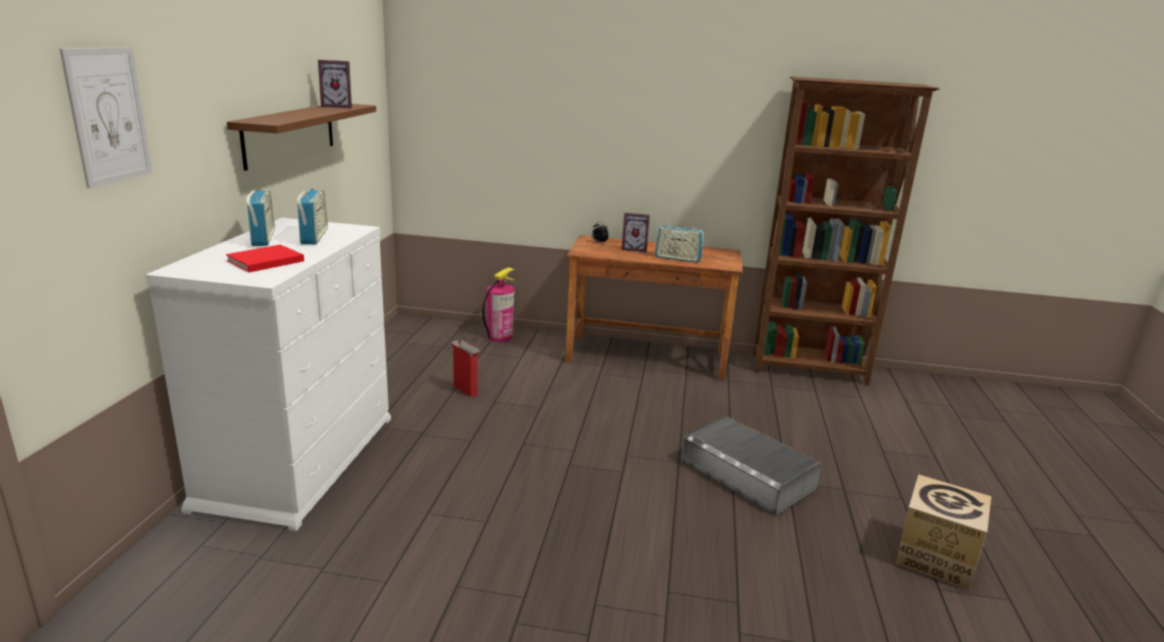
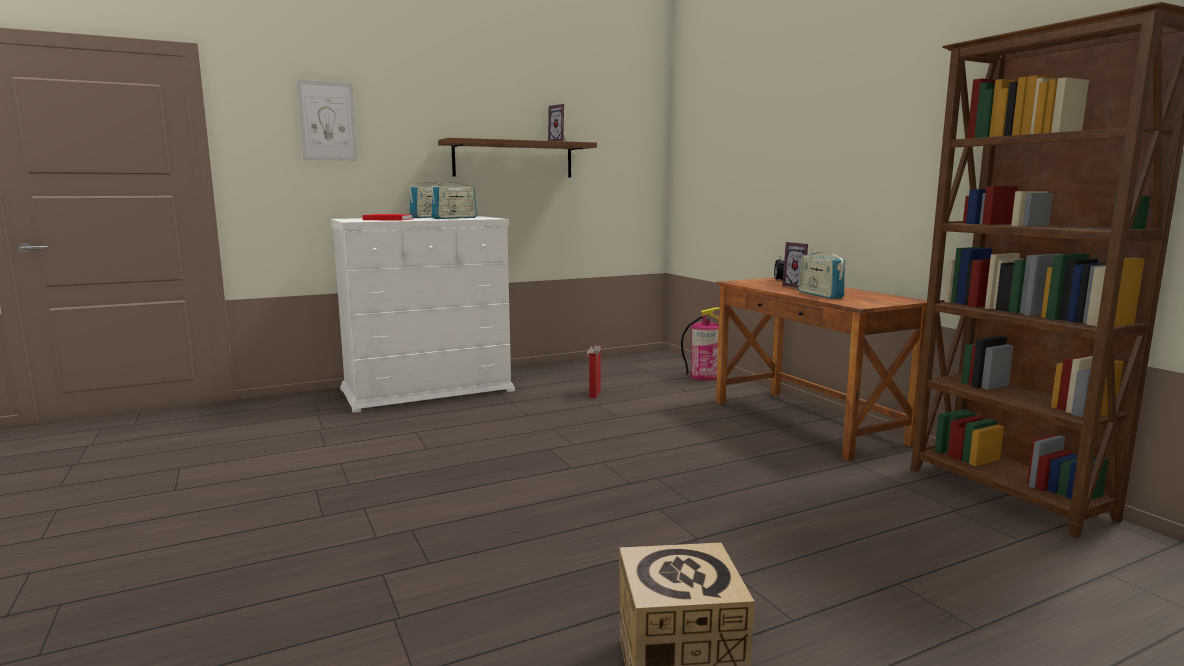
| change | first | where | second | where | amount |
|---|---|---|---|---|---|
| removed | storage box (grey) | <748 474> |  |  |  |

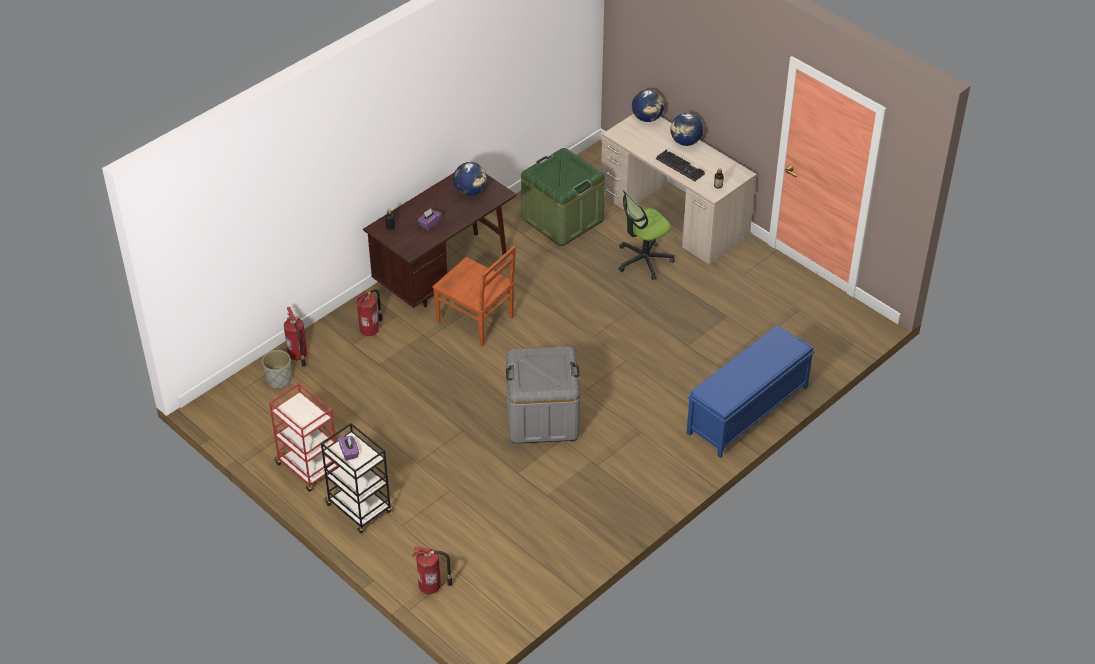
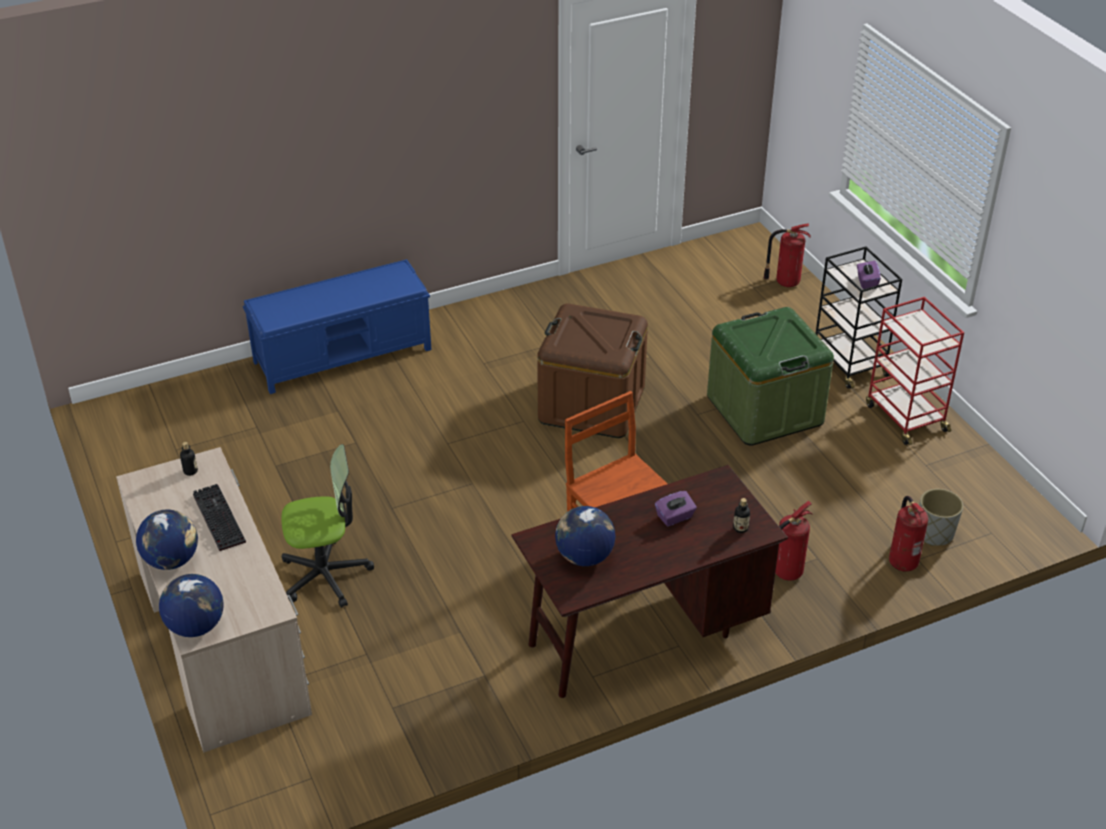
| change | first | where | second | where | amount |
|---|---|---|---|---|---|
| recoloured | storage box (grey) | <542 417> | storage box (brown) | <591 404> |  |
| moved | storage box (green) | <562 219> |  | <764 410> |  |

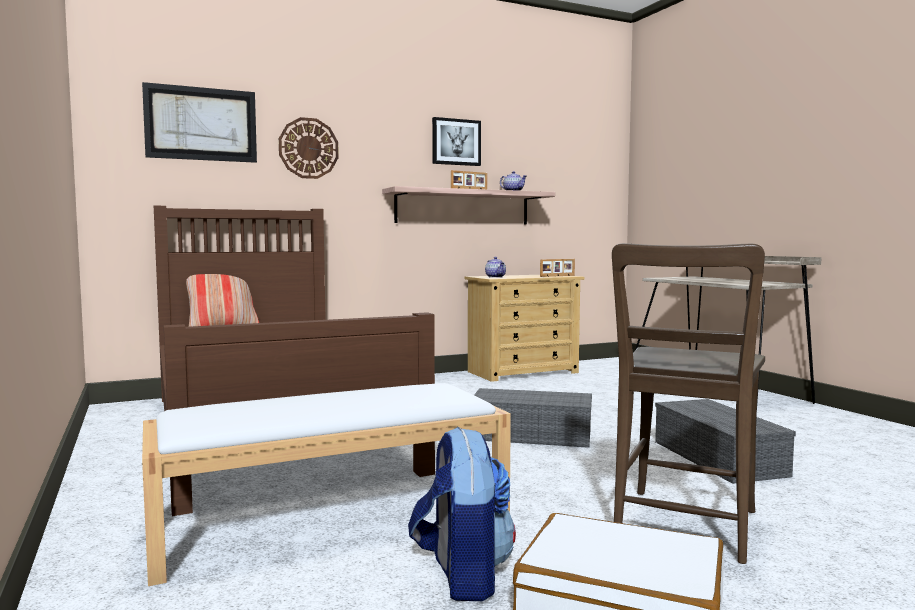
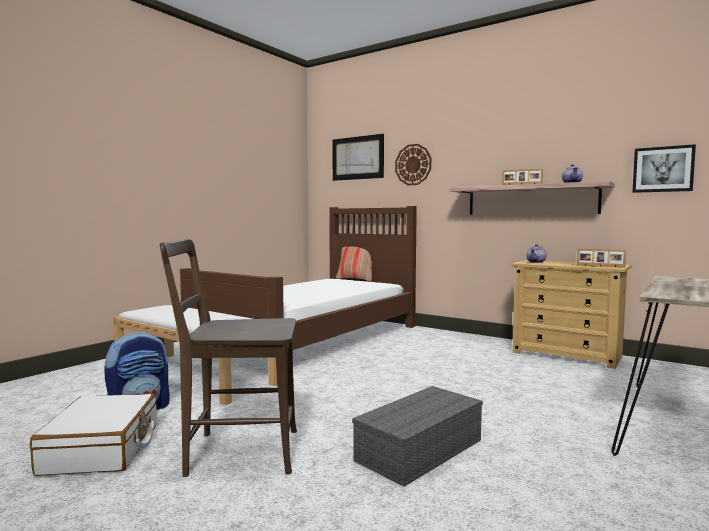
| change | first | where | second | where | amount |
|---|---|---|---|---|---|
| moved | picture | <456 142> |  | <663 169> |  |
| removed | storage box (grey) | <533 435> |  |  |  |

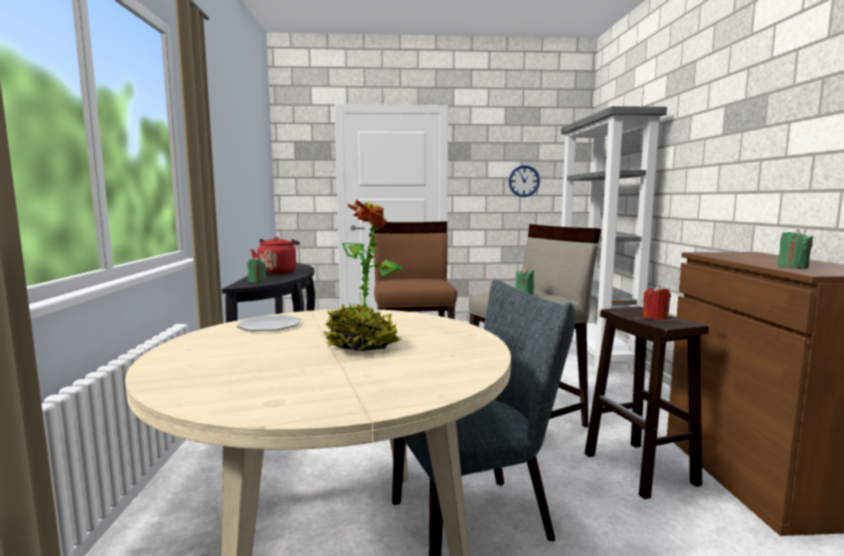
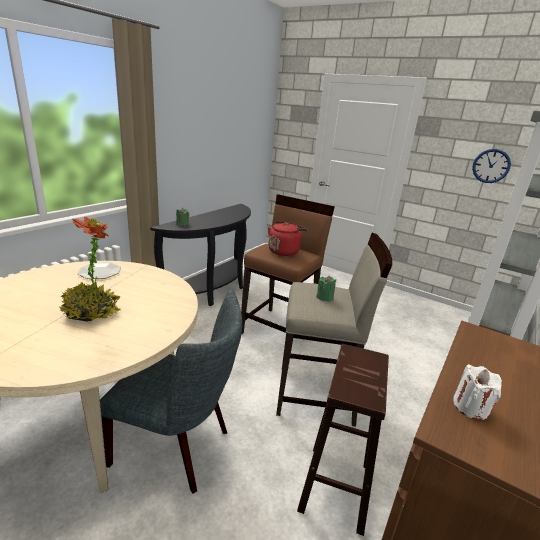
| change | first | where | second | where | amount |
|---|---|---|---|---|---|
| moved | kettle (red) | <278 272> |  | <284 251> |  |
| recoloured | candle (green) | <792 267> | candle (white) | <470 407> |  |
| removed | candle (red) | <655 317> |  |  |  |

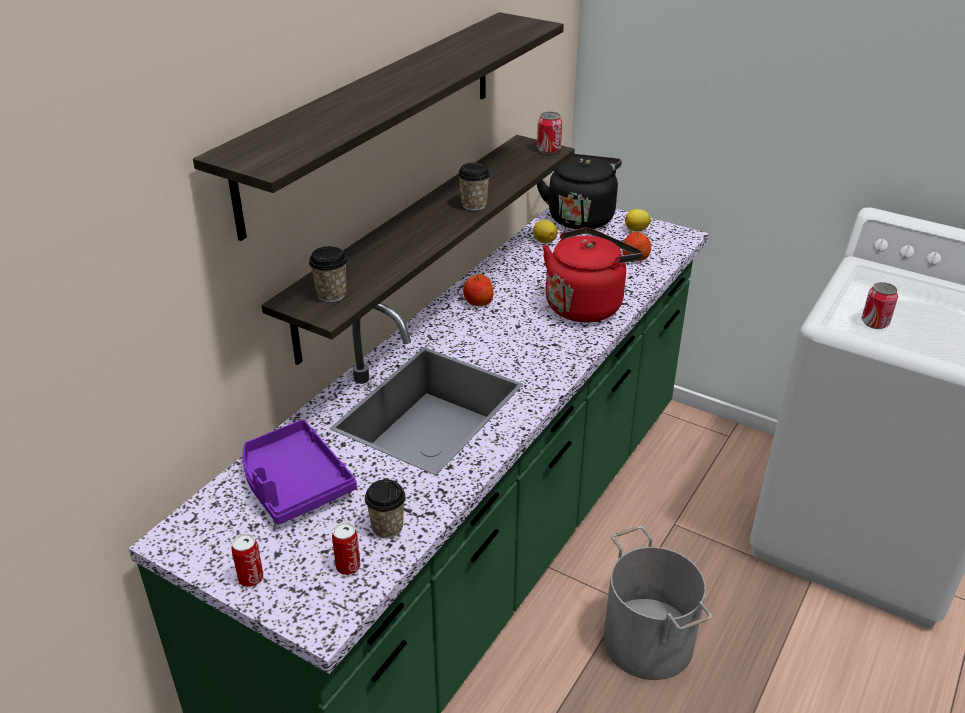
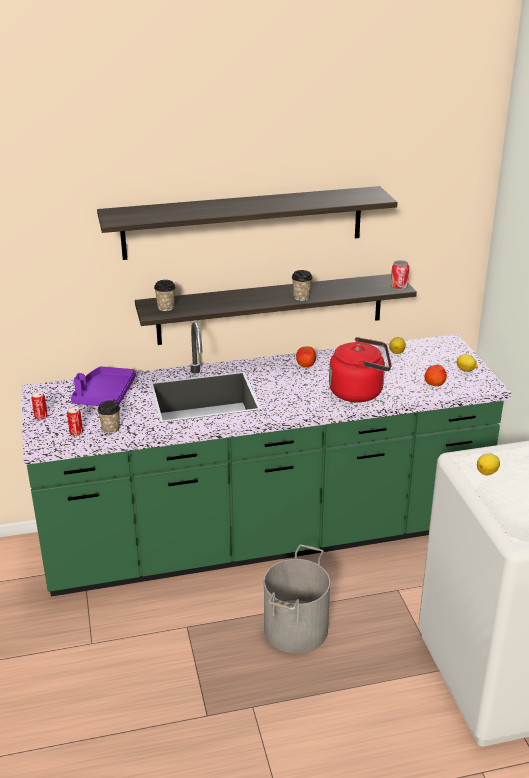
| change | first | where | second | where | amount |
|---|---|---|---|---|---|
| replaced | can | <875 322> | lemon | <487 472> |  |
| removed | kettle (black) | <580 217> |  |  |  |

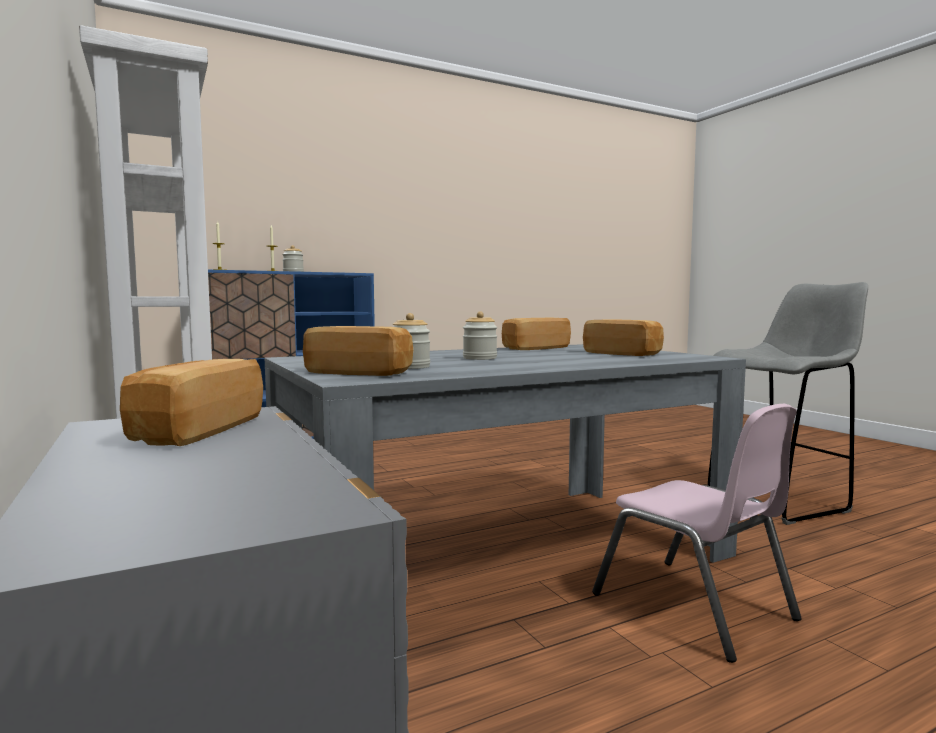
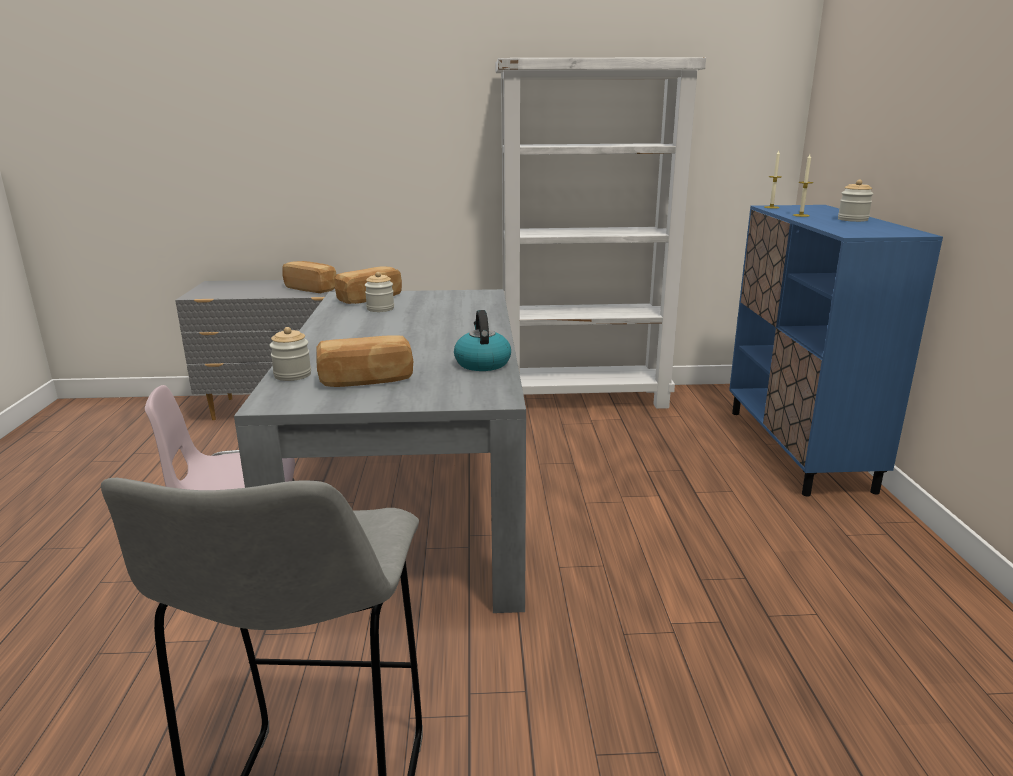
| change | first | where | second | where | amount |
|---|---|---|---|---|---|
| moved | jar | <480 358> |  | <292 375> |  |
| replaced | bread | <535 348> | kettle | <482 363> |  |

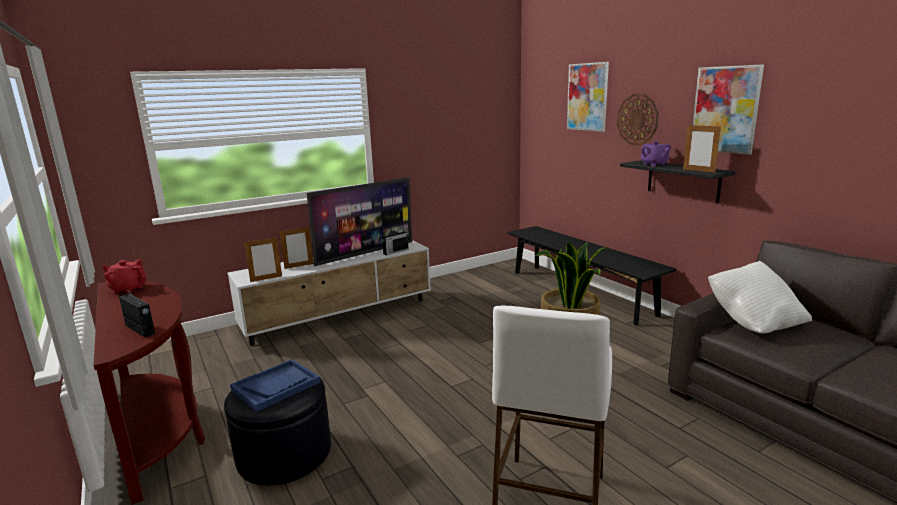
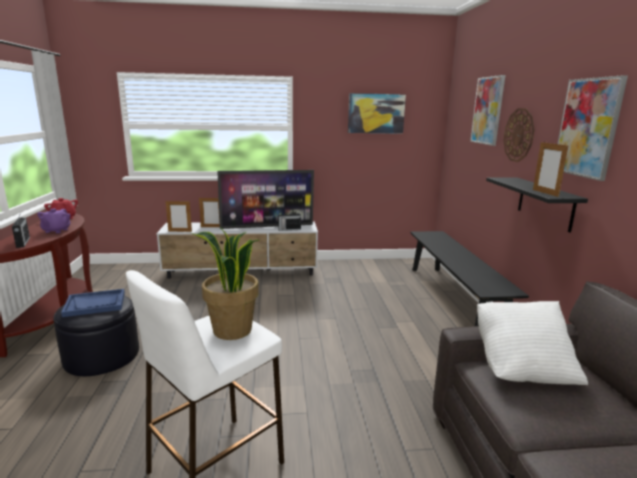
| change | first | where | second | where | amount |
|---|---|---|---|---|---|
| moved | teapot (purple) | <654 164> |  | <56 231> |  |
| added |  |  | picture | <376 113> |  |

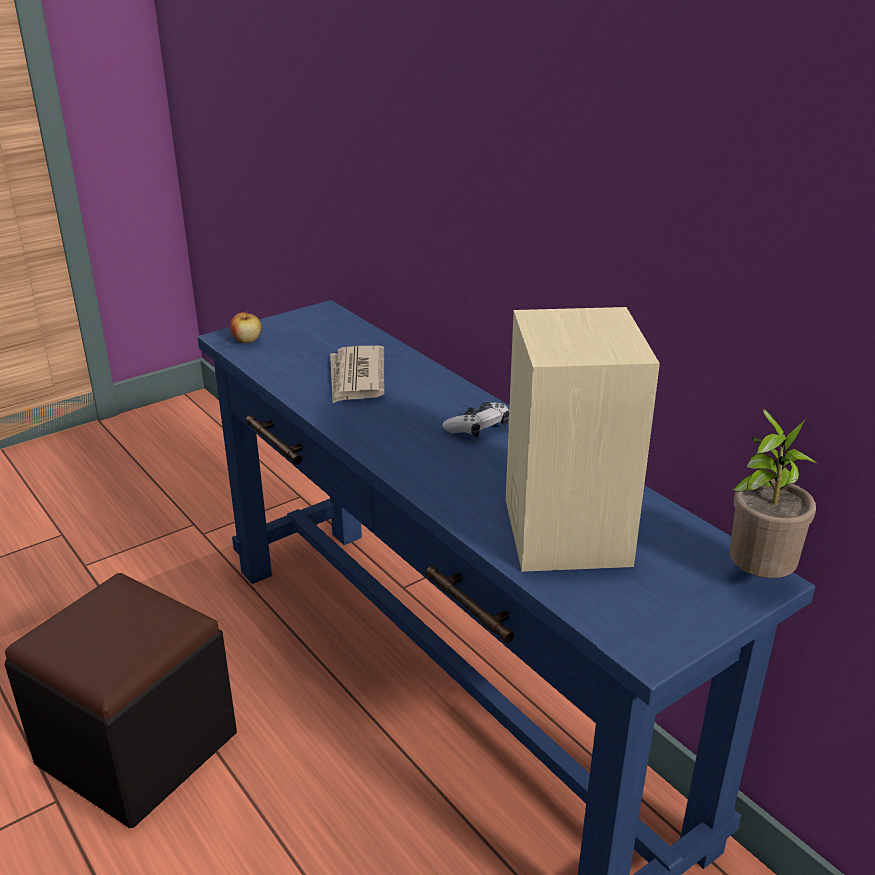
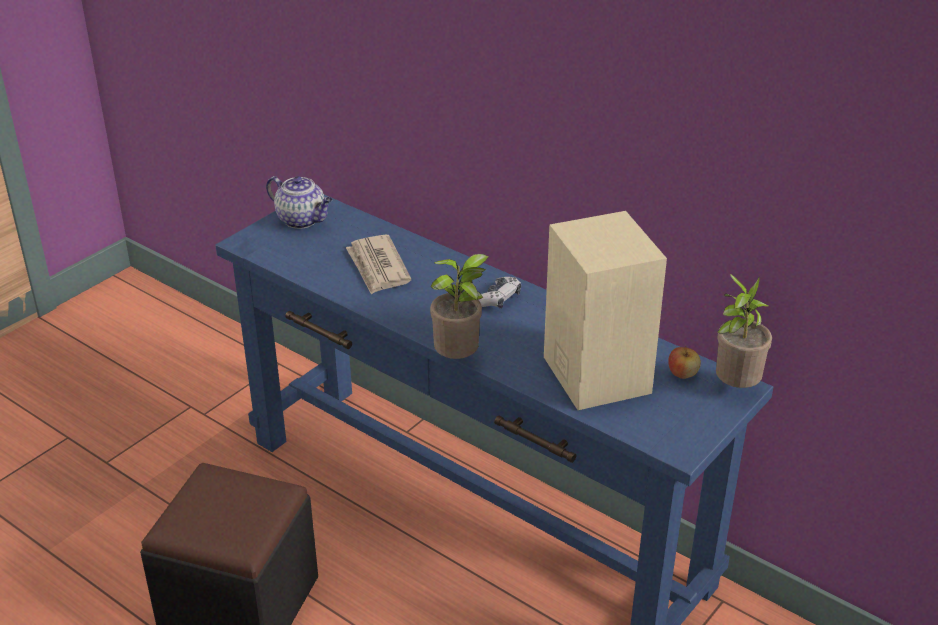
| change | first | where | second | where | amount |
|---|---|---|---|---|---|
| added |  |  | teapot | <302 220> |  |
| added |  |  | potted plant | <459 360> |  |
| moved | apple | <247 340> |  | <682 374> |  |

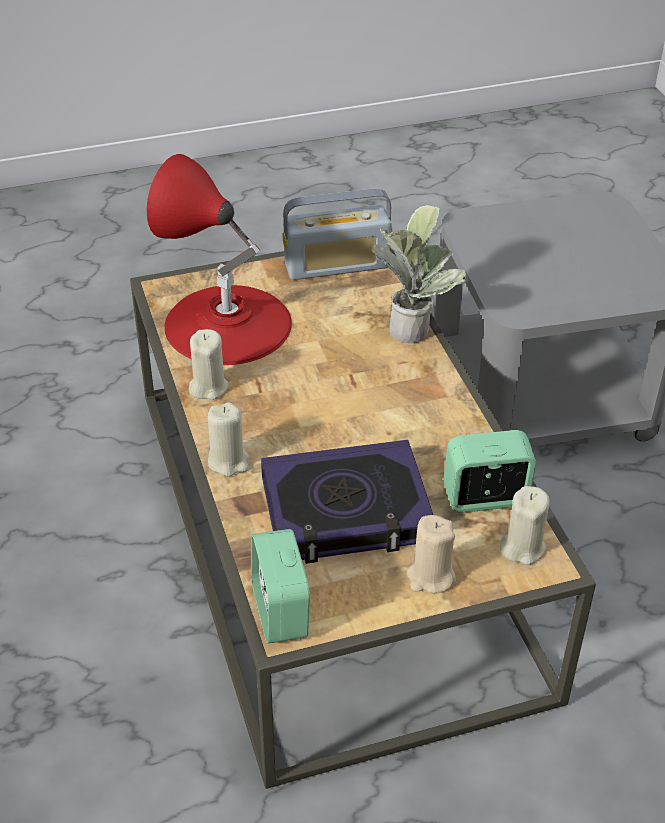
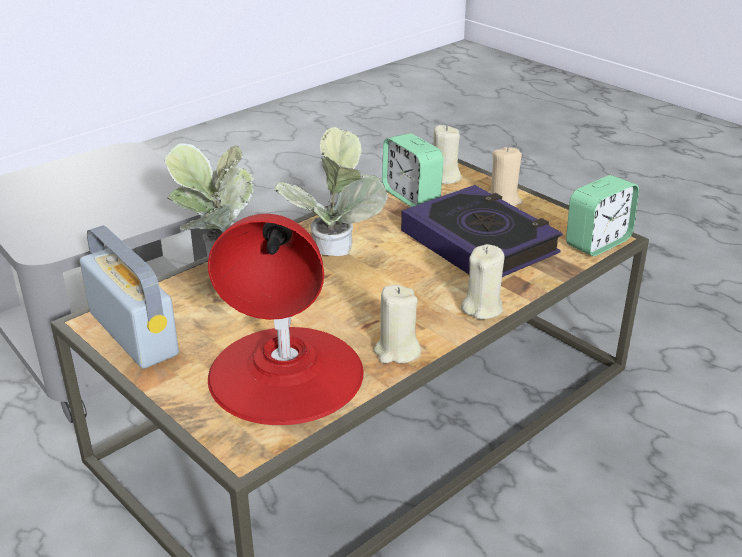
| change | first | where | second | where | amount |
|---|---|---|---|---|---|
| added |  |  | potted plant | <334 262> |  |

